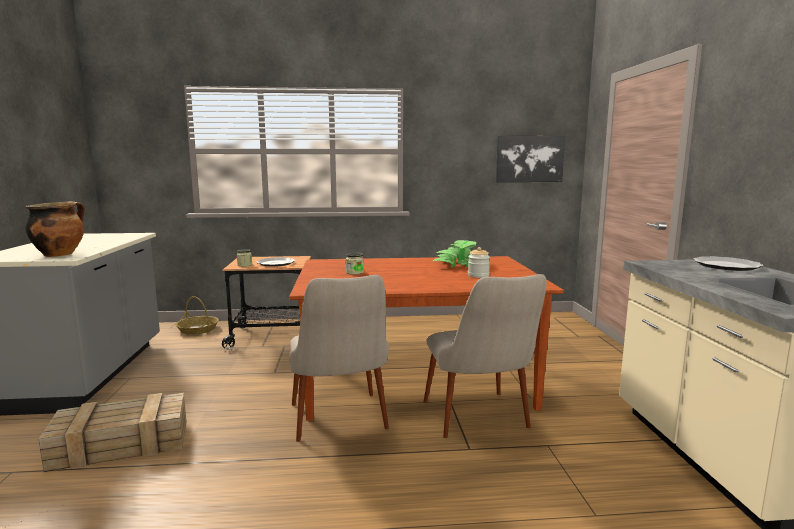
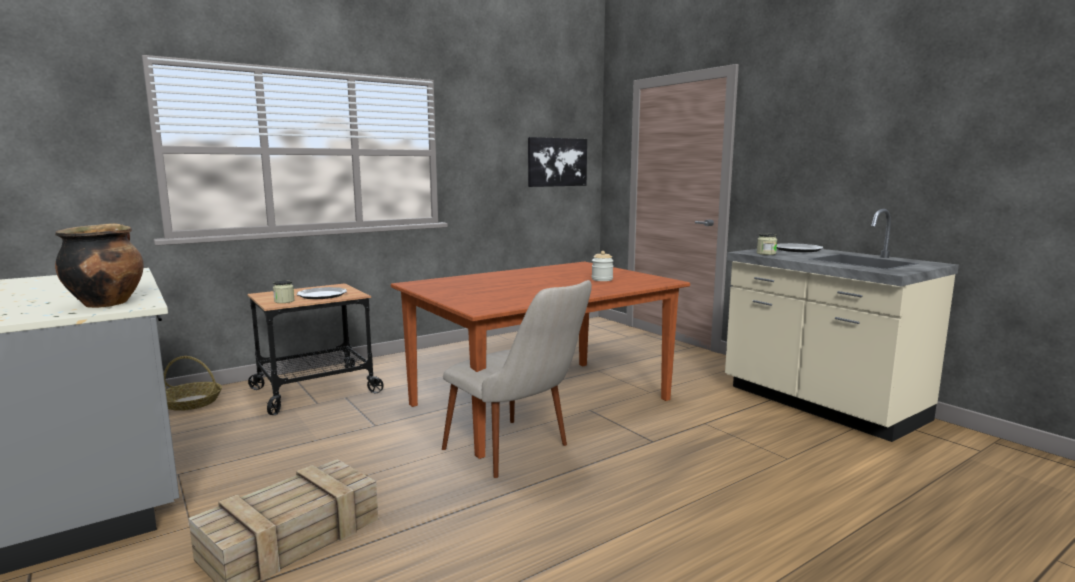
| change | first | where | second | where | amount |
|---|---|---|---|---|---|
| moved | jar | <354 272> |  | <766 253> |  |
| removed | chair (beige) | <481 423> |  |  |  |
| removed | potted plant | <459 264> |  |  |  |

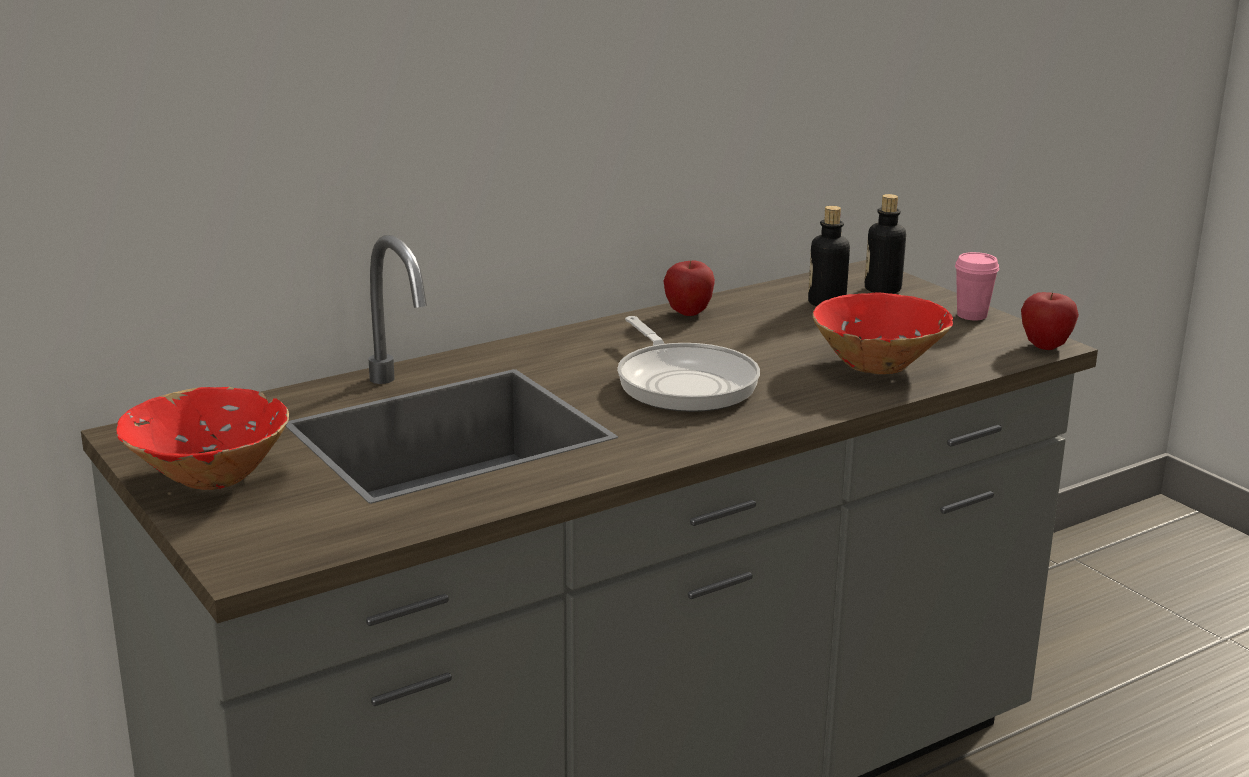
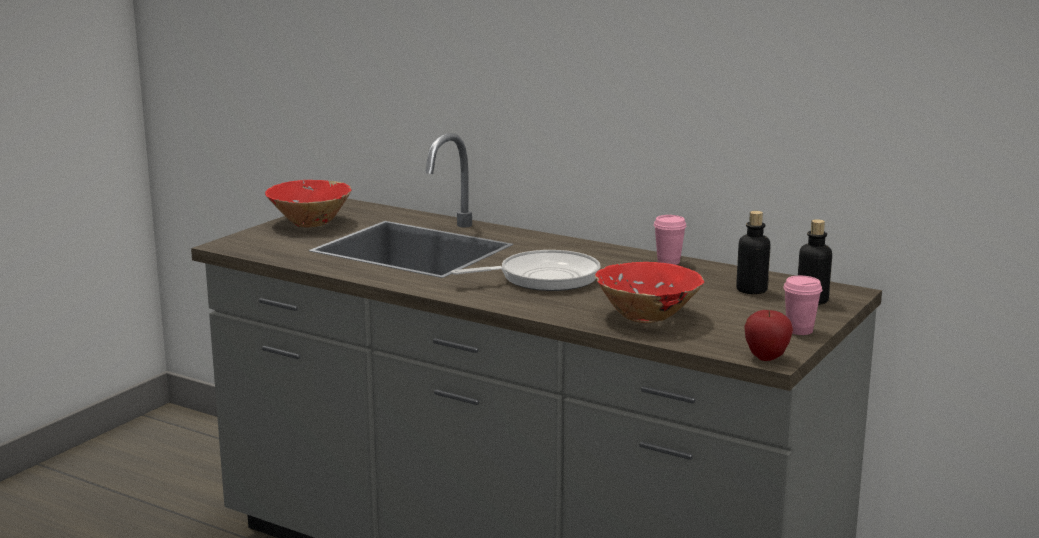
| change | first | where | second | where | amount |
|---|---|---|---|---|---|
| turned | frying pan | <684 383> |  | <543 278> | 150 degrees counterclockwise |
| replaced | apple | <688 313> | cup (pink) | <668 262> |  |

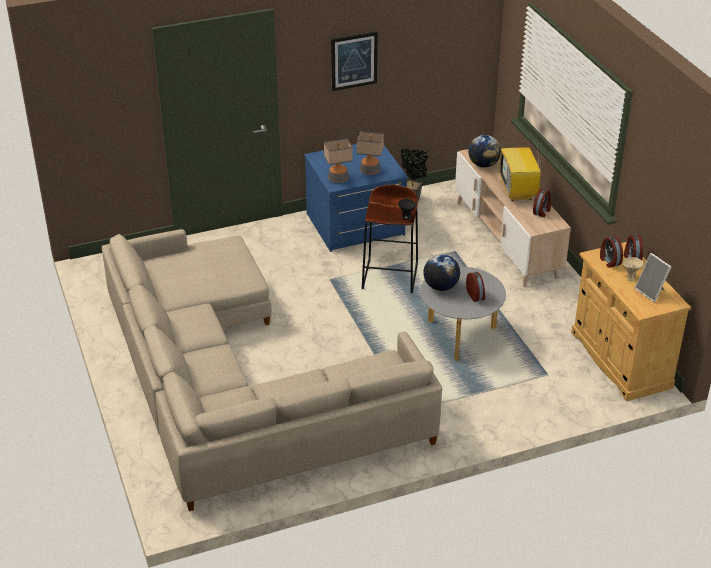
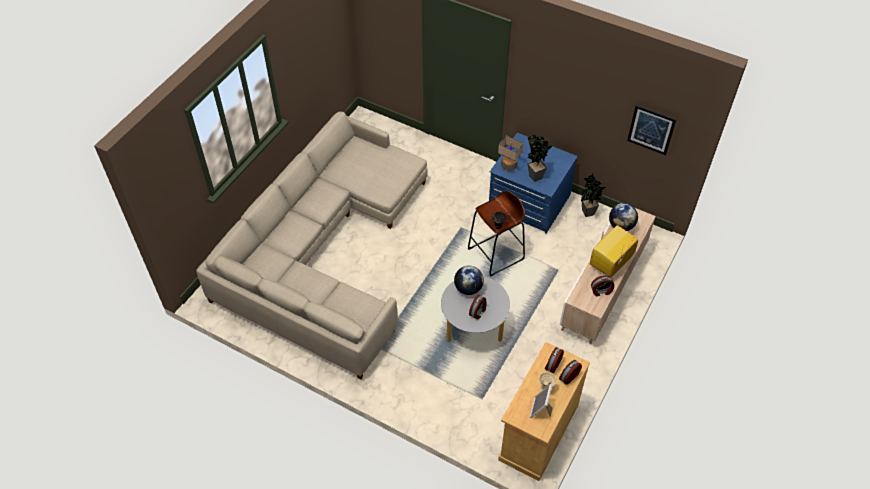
| change | first | where | second | where | amount |
|---|---|---|---|---|---|
| replaced | table lamp | <370 170> | potted plant | <535 175> |  |
| moved | picture | <353 60> |  | <651 129> |  |

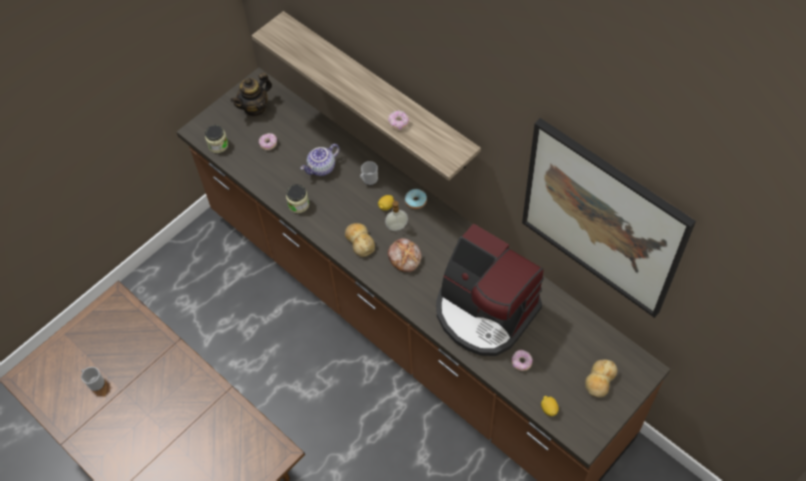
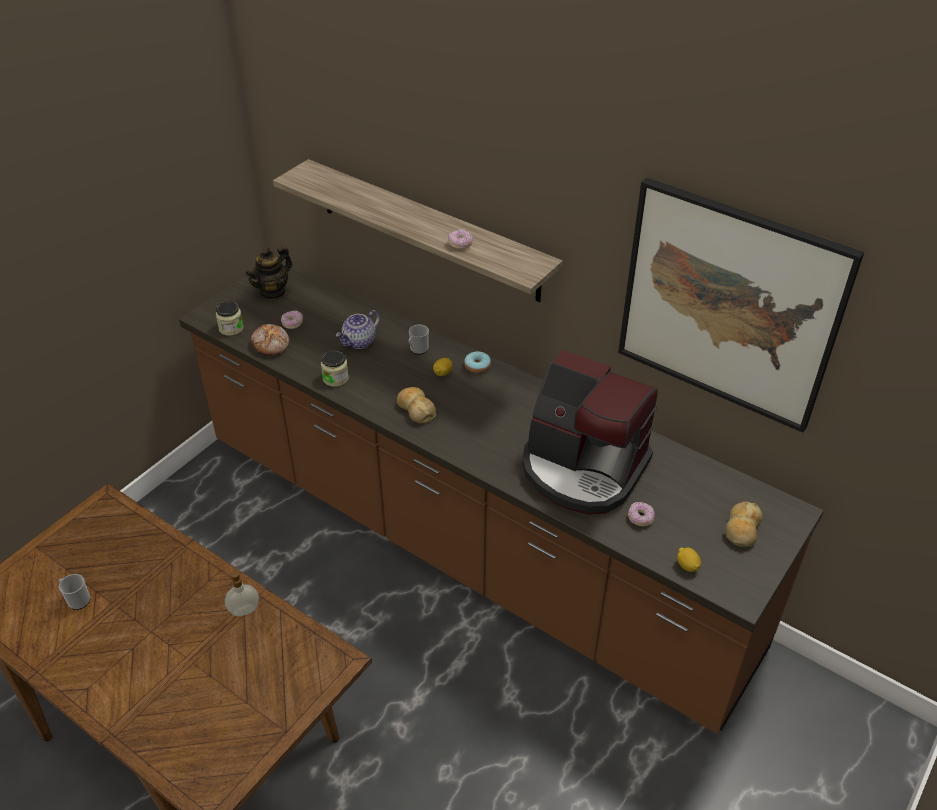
| change | first | where | second | where | amount |
|---|---|---|---|---|---|
| moved | soap dispenser | <396 226> |  | <244 610> |  |
| moved | bread | <405 257> |  | <271 344> |  |

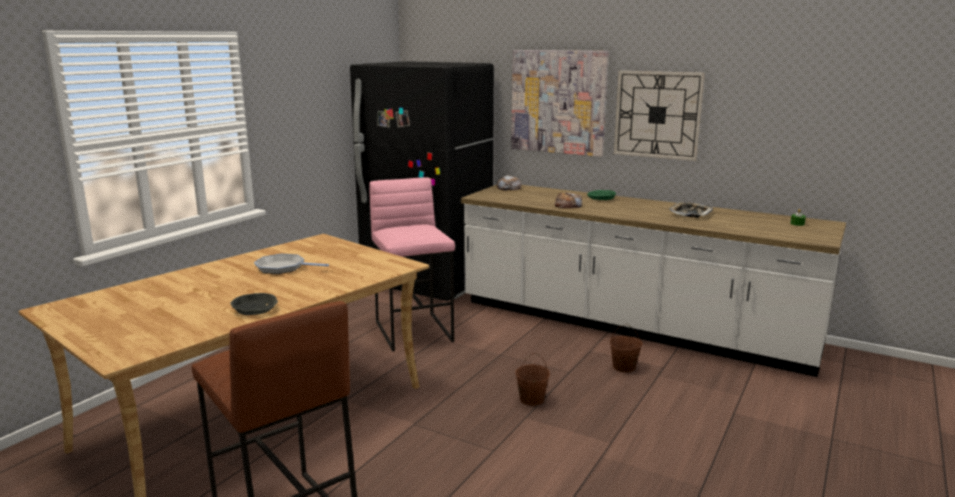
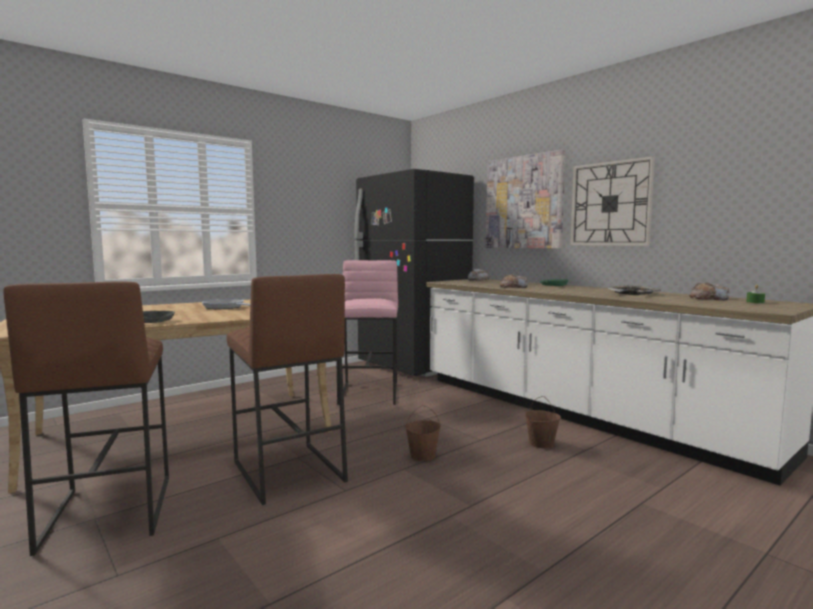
| change | first | where | second | where | amount |
|---|---|---|---|---|---|
| added |  |  | stool (brown) | <287 472> |  |
| added |  |  | bread | <709 298> |  |

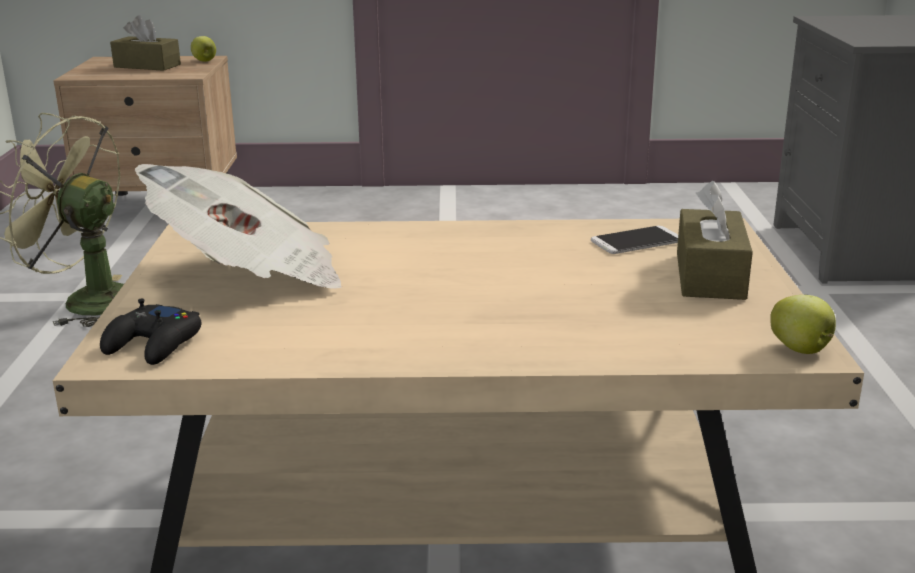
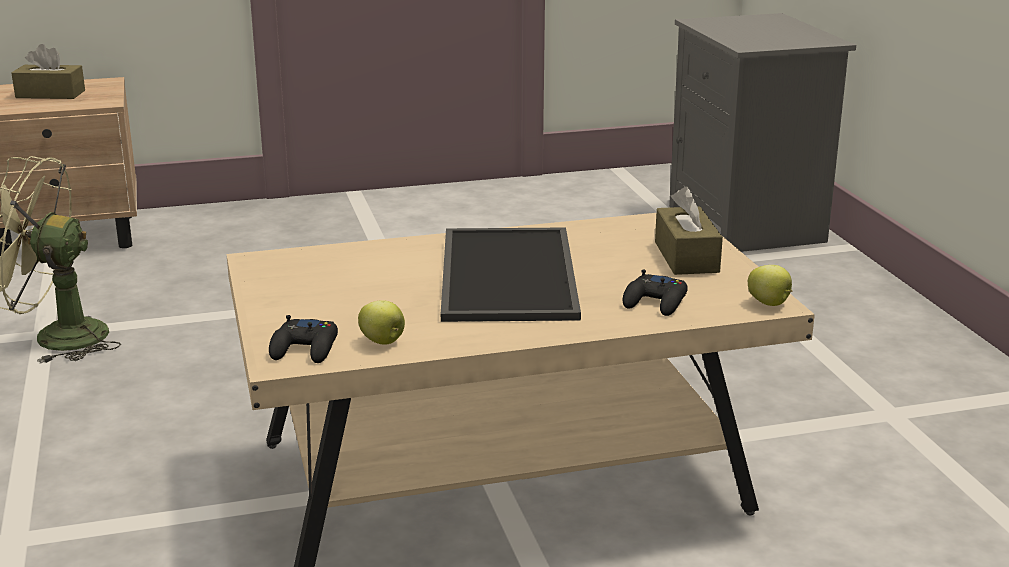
| change | first | where | second | where | amount |
|---|---|---|---|---|---|
| moved | apple | <204 61> |  | <383 342> |  |
| added |  |  | tray | <504 273> |  |
| added |  |  | game controller (black) | <656 302> |  |
| removed | newspaper | <251 275> |  |  |  |
| removed | phone | <636 241> |  |  |  |

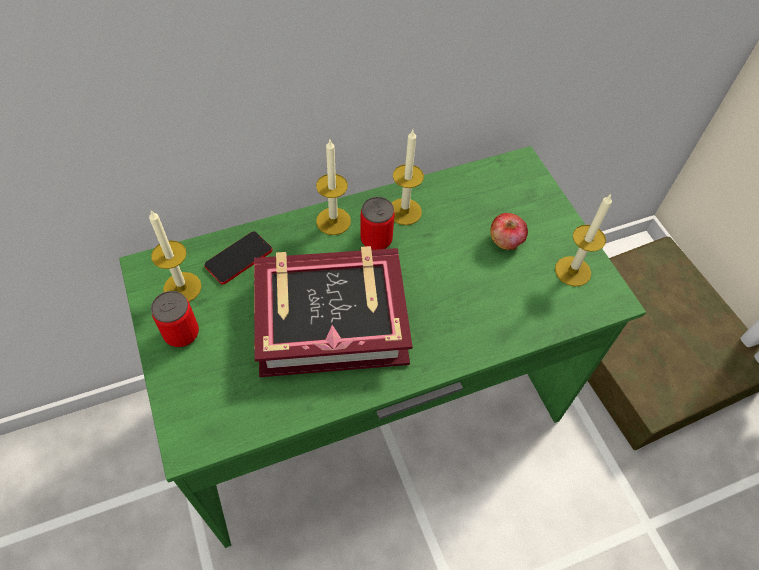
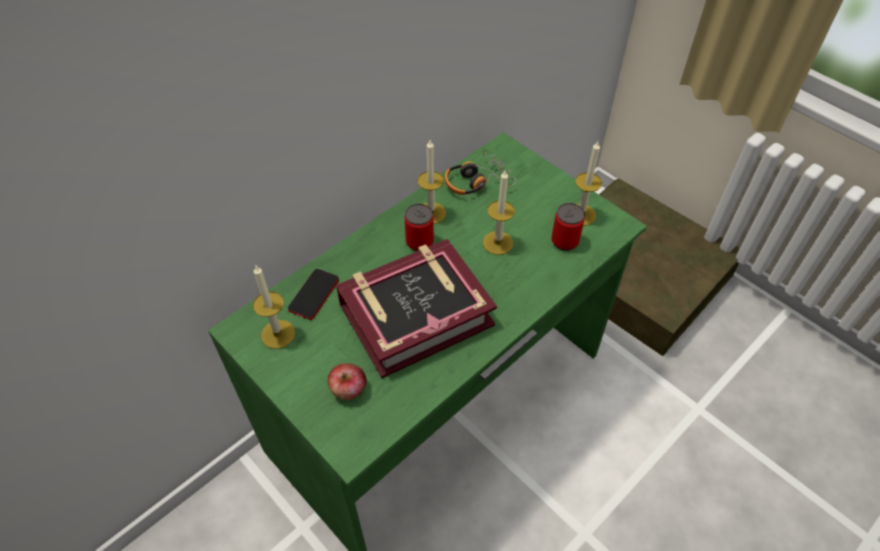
| change | first | where | second | where | amount |
|---|---|---|---|---|---|
| moved | apple | <505 241> |  | <348 390> |  |
| added |  |  | headphones | <477 181> |  |
| moved | candle | <333 221> |  | <497 243> |  |
| moved | can | <181 333> |  | <564 241> |  |

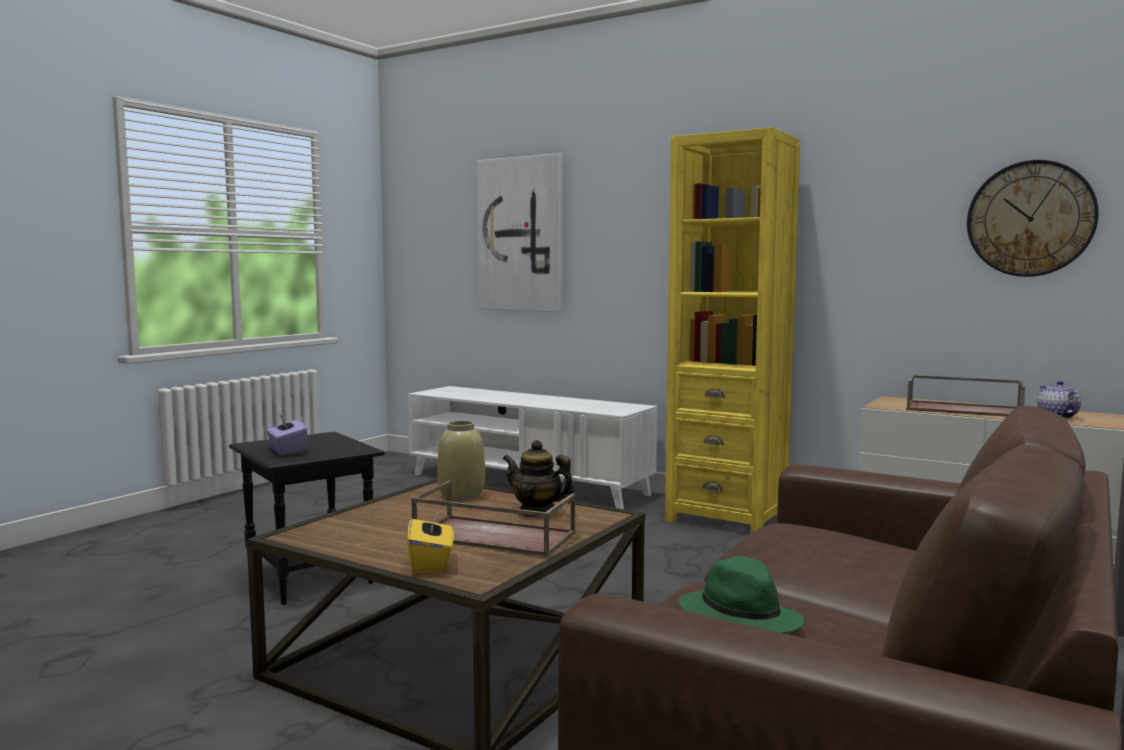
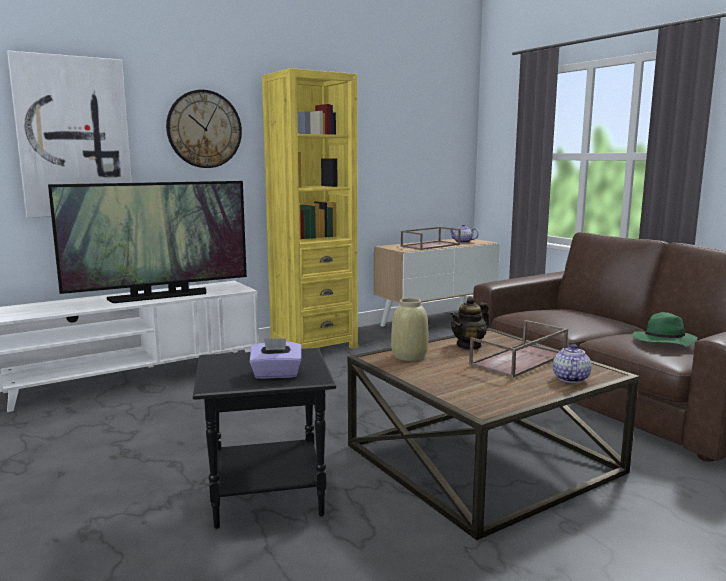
| change | first | where | second | where | amount |
|---|---|---|---|---|---|
| added |  |  | television | <159 296> |  |
| moved | wall clock | <1030 219> |  | <204 129> |  |
| replaced | tissue box (yellow) | <431 563> | teapot | <570 378> |  |

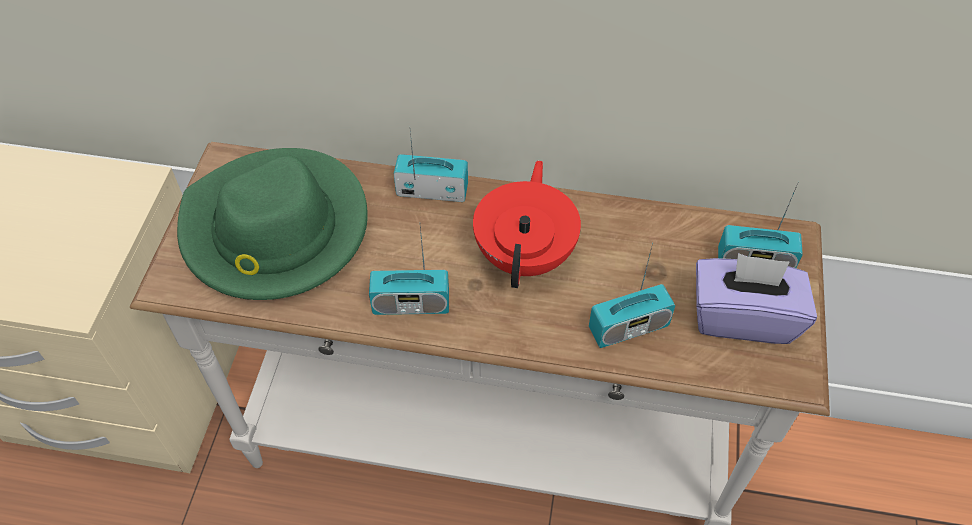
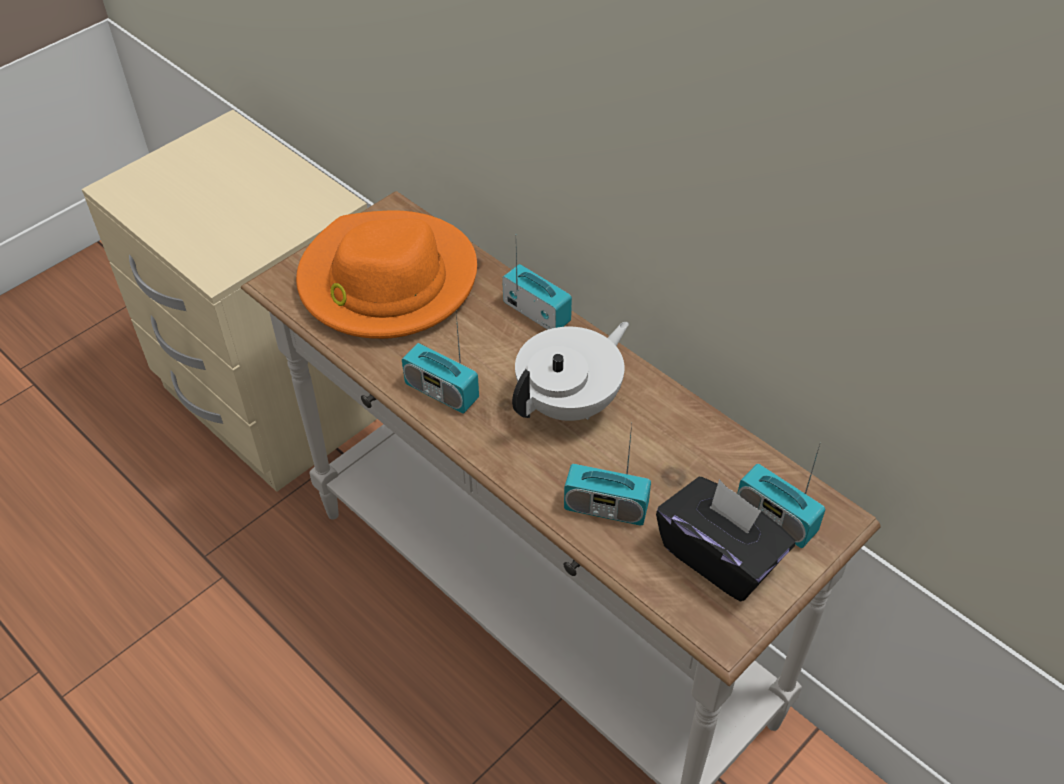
| change | first | where | second | where | amount |
|---|---|---|---|---|---|
| recoloured | hat (green) | <275 230> | hat (orange) | <386 281> |  |
| recoloured | teapot (red) | <526 254> | teapot (white) | <570 403> |  |
| recoloured | tissue box (purple) | <742 316> | tissue box (black) | <720 556> |  |

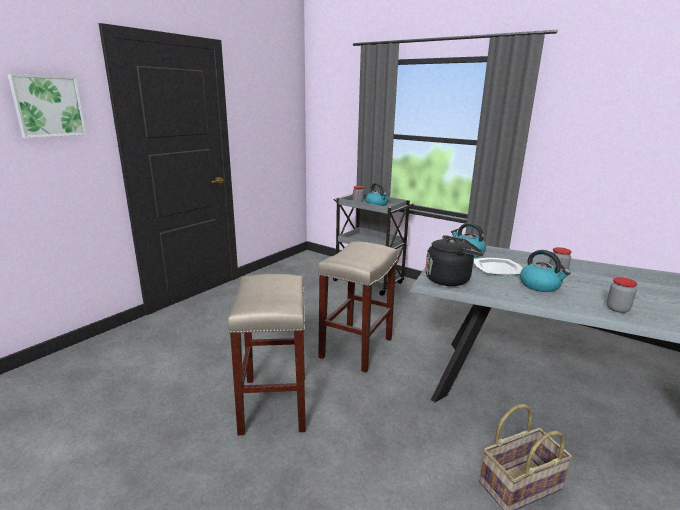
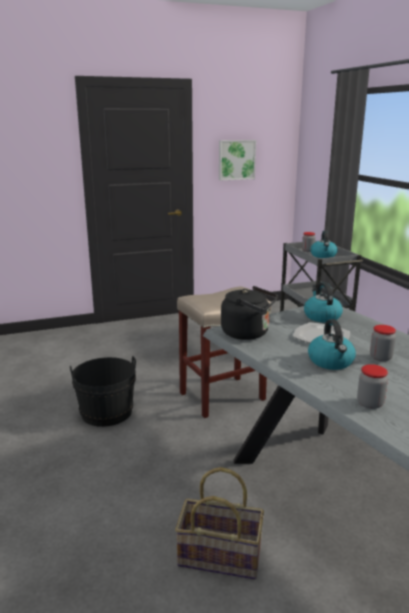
| change | first | where | second | where | amount |
|---|---|---|---|---|---|
| replaced | stool (beige) | <273 403> | bucket (black) | <106 412> |  |
| moved | picture | <48 106> |  | <236 160> |  |

